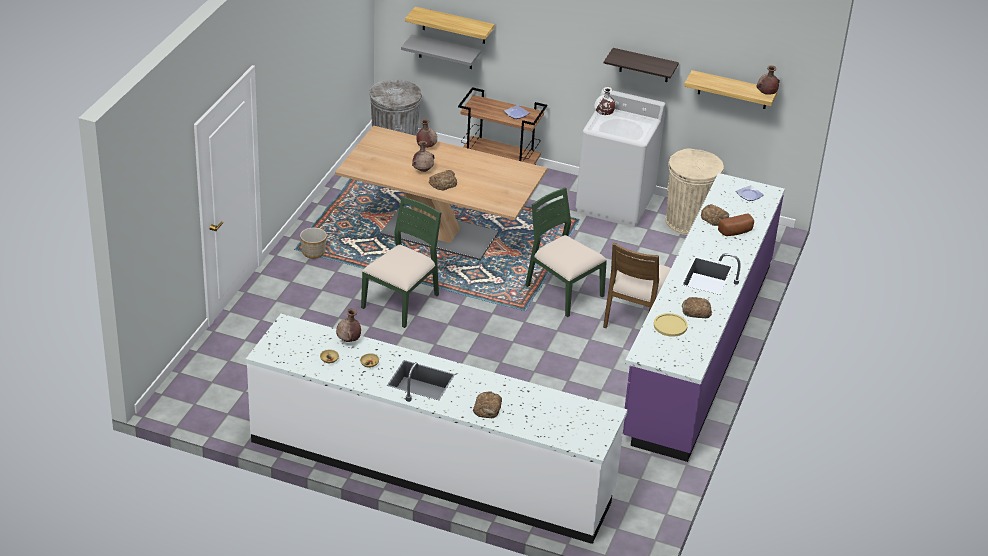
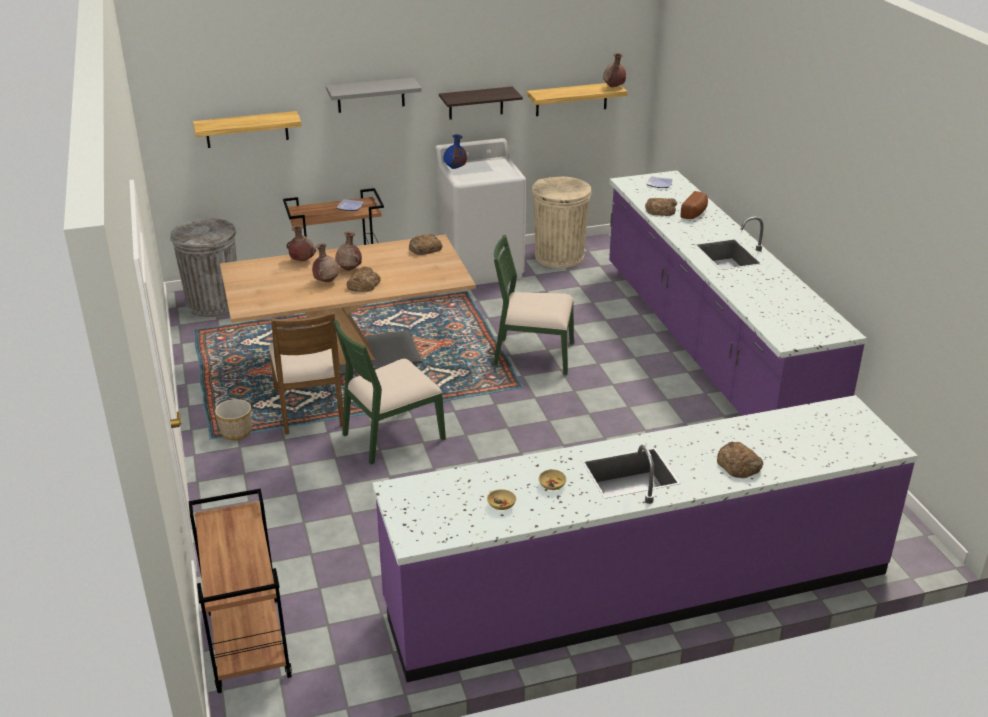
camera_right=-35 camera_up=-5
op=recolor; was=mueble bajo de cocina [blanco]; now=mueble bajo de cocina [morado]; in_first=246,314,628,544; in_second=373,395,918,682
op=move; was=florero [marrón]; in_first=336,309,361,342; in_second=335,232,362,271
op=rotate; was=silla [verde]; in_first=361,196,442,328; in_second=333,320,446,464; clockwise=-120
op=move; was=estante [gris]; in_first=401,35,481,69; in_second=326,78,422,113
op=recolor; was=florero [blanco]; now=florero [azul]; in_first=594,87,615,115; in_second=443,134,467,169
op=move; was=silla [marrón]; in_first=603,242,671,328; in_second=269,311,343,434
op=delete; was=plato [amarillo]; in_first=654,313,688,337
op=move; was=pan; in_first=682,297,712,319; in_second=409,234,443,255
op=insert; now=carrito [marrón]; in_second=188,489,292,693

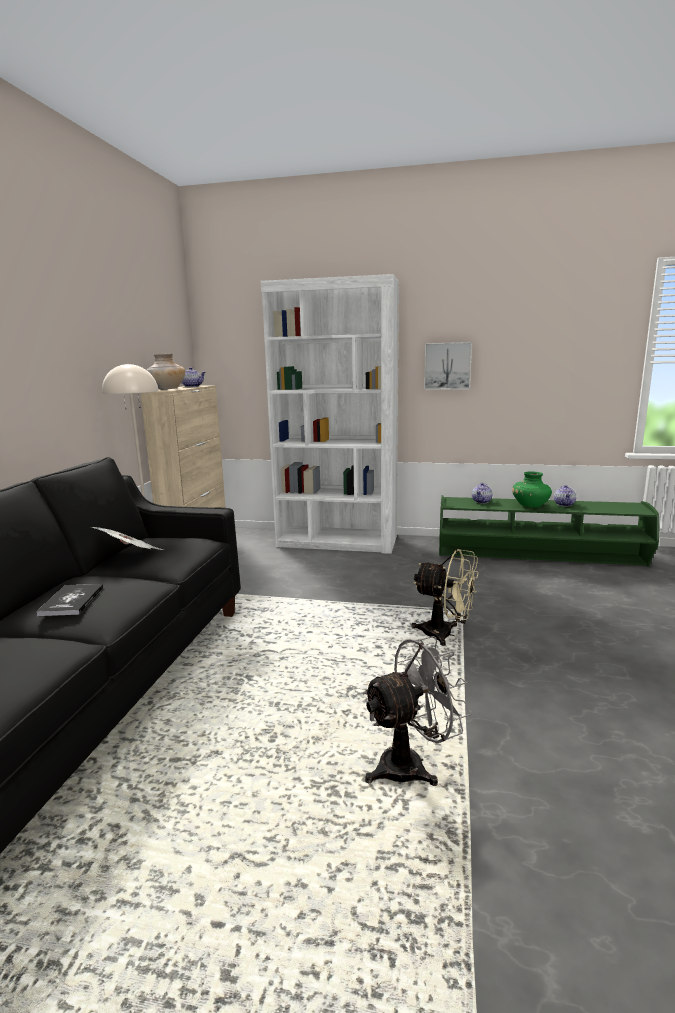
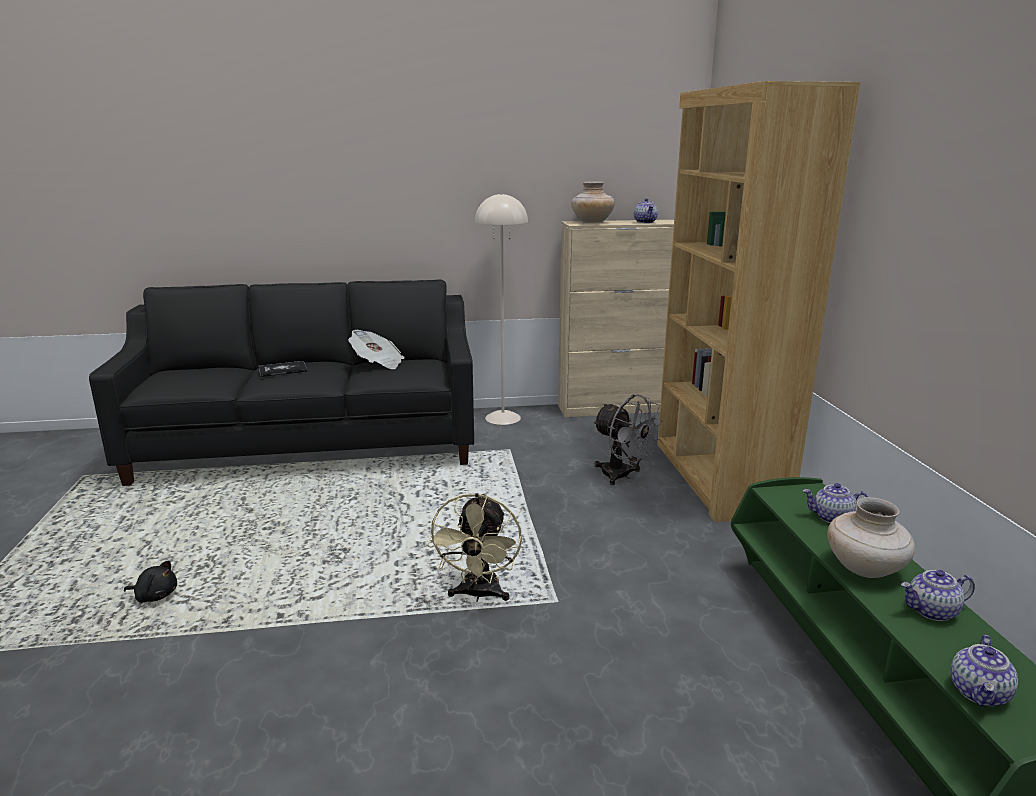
camera_right=70 camera_up=5
op=recolor; was=estantería [blanco]; now=estantería [marrón]; in_first=261,274,399,554; in_second=657,81,861,522
op=move; was=ventilador [gris]; in_first=362,636,472,786; in_second=593,395,662,485
op=delete; was=cuadro; in_first=424,342,472,390
op=recolor; was=florero [verde]; now=florero [beis]; in_first=512,471,552,508; in_second=827,497,915,578
op=insert; now=peluche [negro]; in_second=124,561,177,603
op=insert; now=tetera; in_second=950,635,1018,706

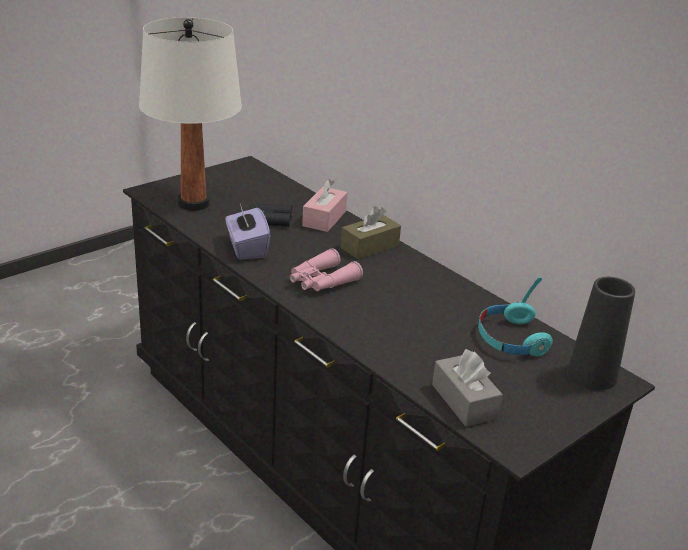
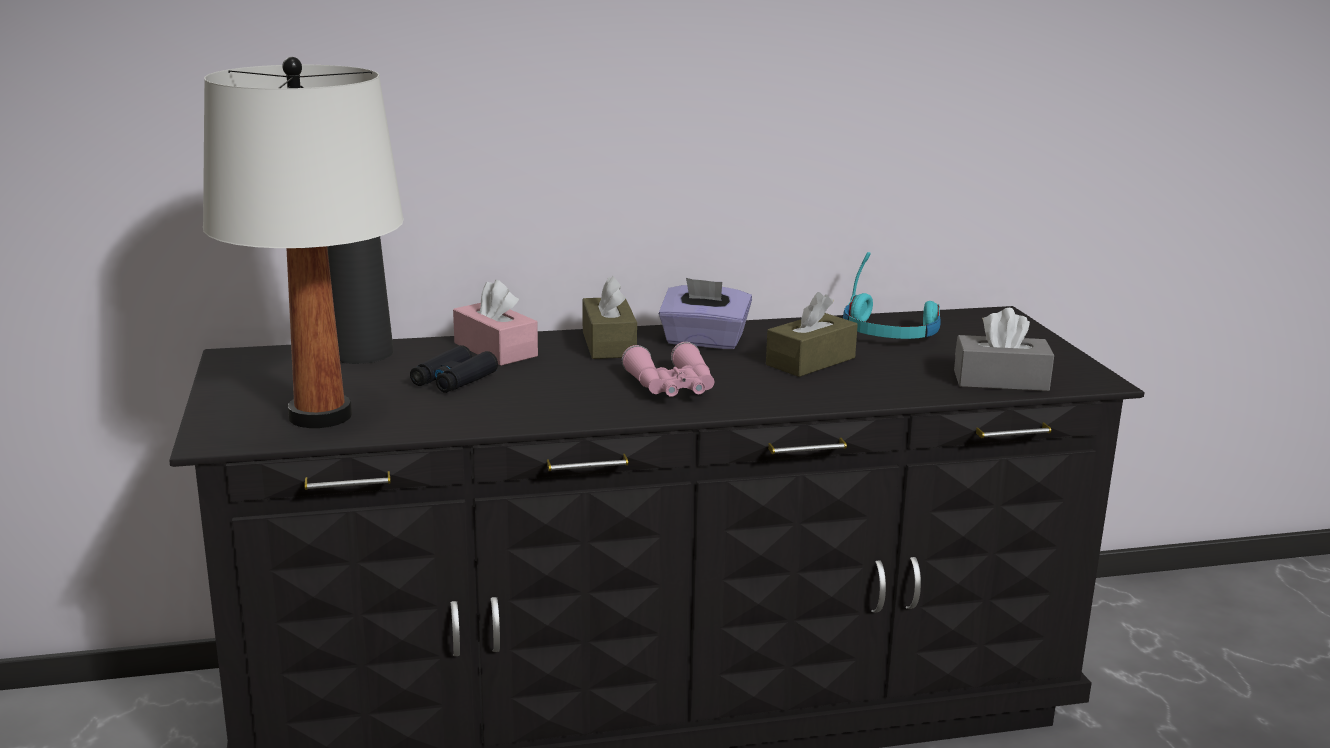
camera_right=-60 camera_up=-10
op=move; was=caja de pañuelos [morado]; in_first=225,204,270,260; in_second=659,278,752,349
op=move; was=florero [negro]; in_first=567,277,635,390; in_second=327,236,393,364
op=insert; now=caja de pañuelos [marrón]; in_second=766,292,858,377

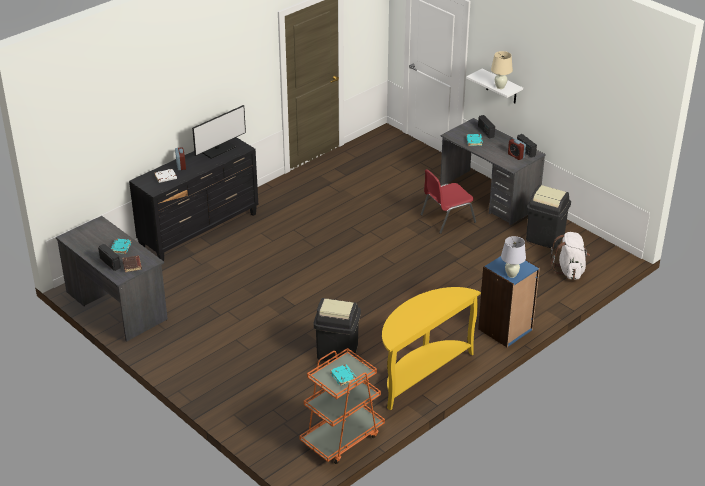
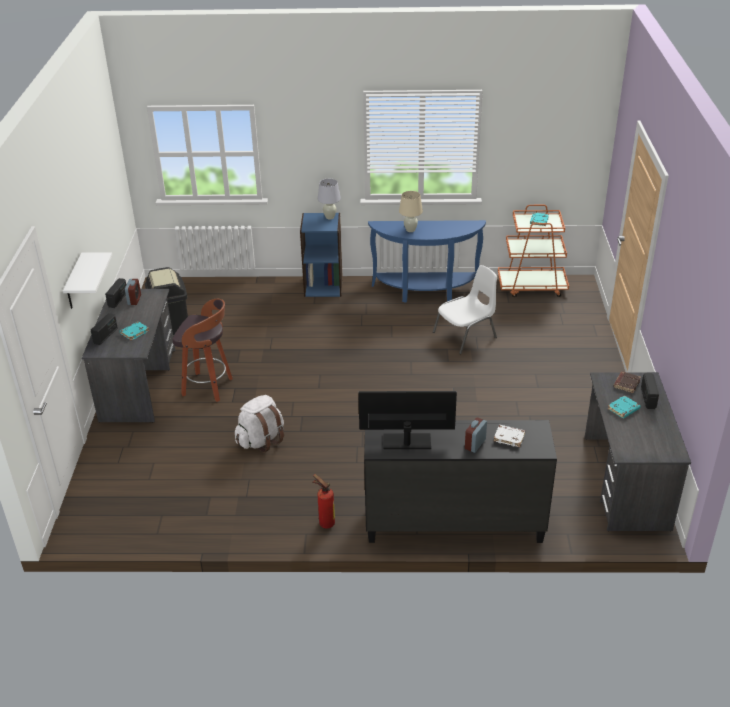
camera_right=-135 camera_up=0
op=replace; was=papelera [negro]; now=silla [blanco]; in_first=314,298,361,362; in_second=433,265,497,354
op=recolor; was=mesa consola [amarillo]; now=mesa consola [azul]; in_first=382,287,481,411; in_second=368,220,486,303
op=replace; was=silla [rojo]; now=taburete; in_first=420,169,476,234; in_second=172,299,233,402
op=move; was=lámpara de mesa [beis]; in_first=491,51,513,89; in_second=399,191,423,232
op=move; was=mochila [blanco]; in_first=550,232,590,280; in_second=235,395,284,453
op=insert; now=extintor; in_second=312,474,335,529

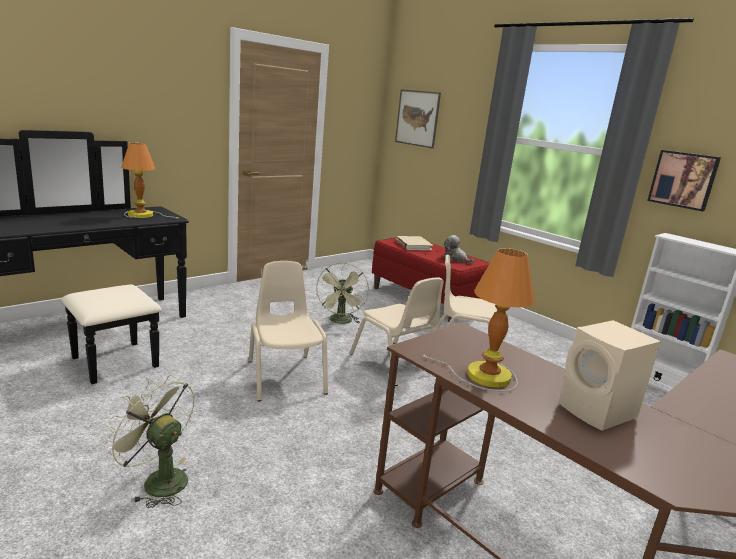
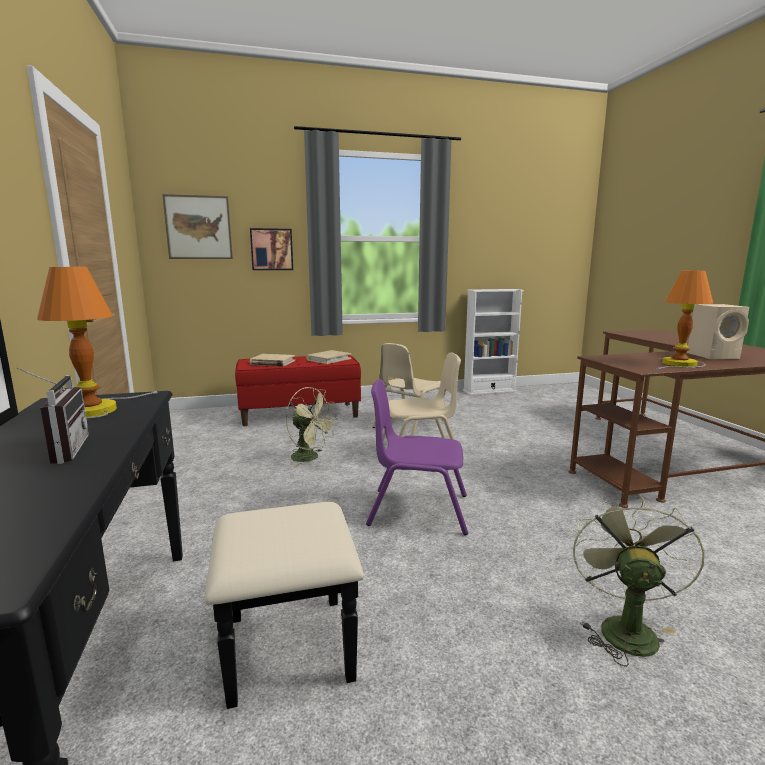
camera_right=-60 camera_up=-5
op=rotate; was=ventilador [verde]; in_first=104,375,194,508; in_second=573,496,705,667; clockwise=135
op=recolor; was=silla [beis]; now=silla [morado]; in_first=249,261,328,401; in_second=366,379,468,535
op=replace; was=peluche; now=libro [beis]; in_first=442,235,474,264; in_second=306,350,352,364
op=move; was=cuadro; in_first=647,150,721,211; in_second=250,228,293,270
op=insert; now=radio; in_second=16,368,89,464

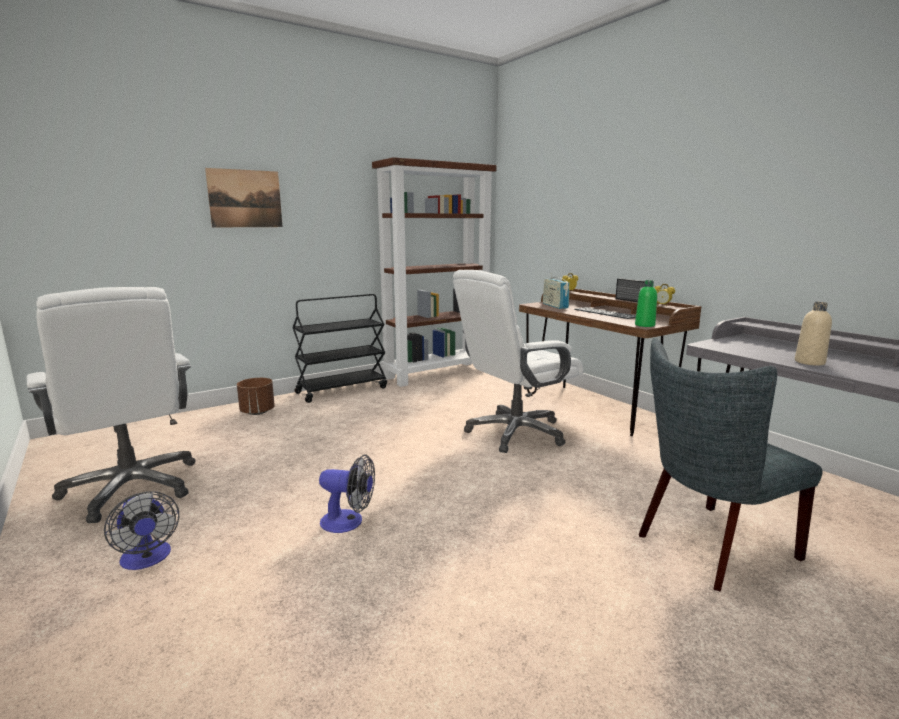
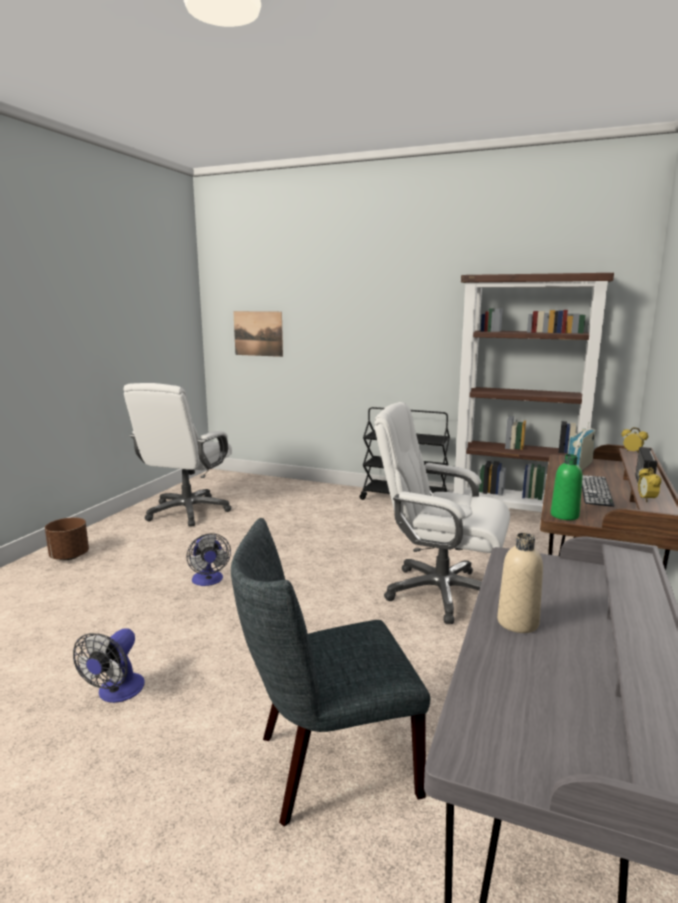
camera_right=55 camera_up=0
op=move; was=ventilador; in_first=104,491,179,570; in_second=73,628,145,703
op=move; was=cuadro; in_first=205,168,283,227; in_second=233,311,283,357
op=move; was=maceta [marrón]; in_first=237,378,275,415; in_second=45,518,89,560
op=rotate; was=silla [gris]; in_first=639,338,823,592; in_second=231,518,430,827; clockwise=-45

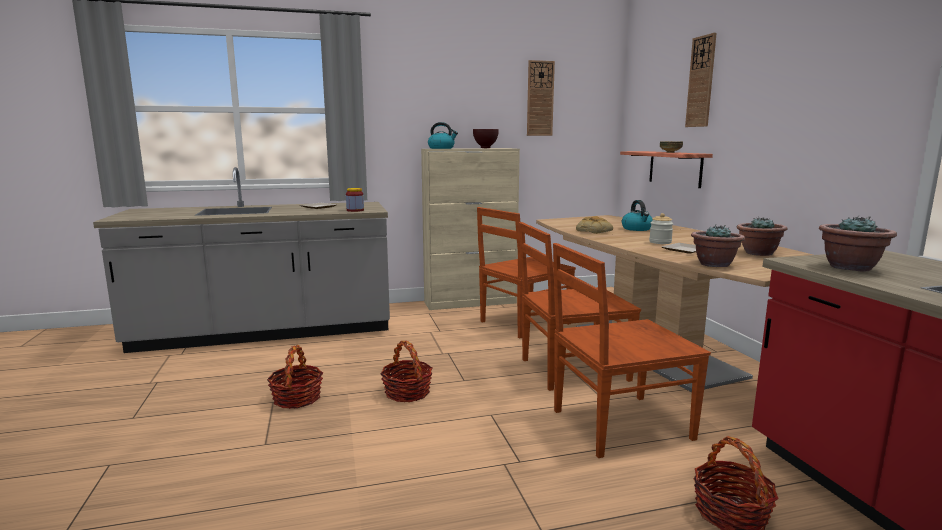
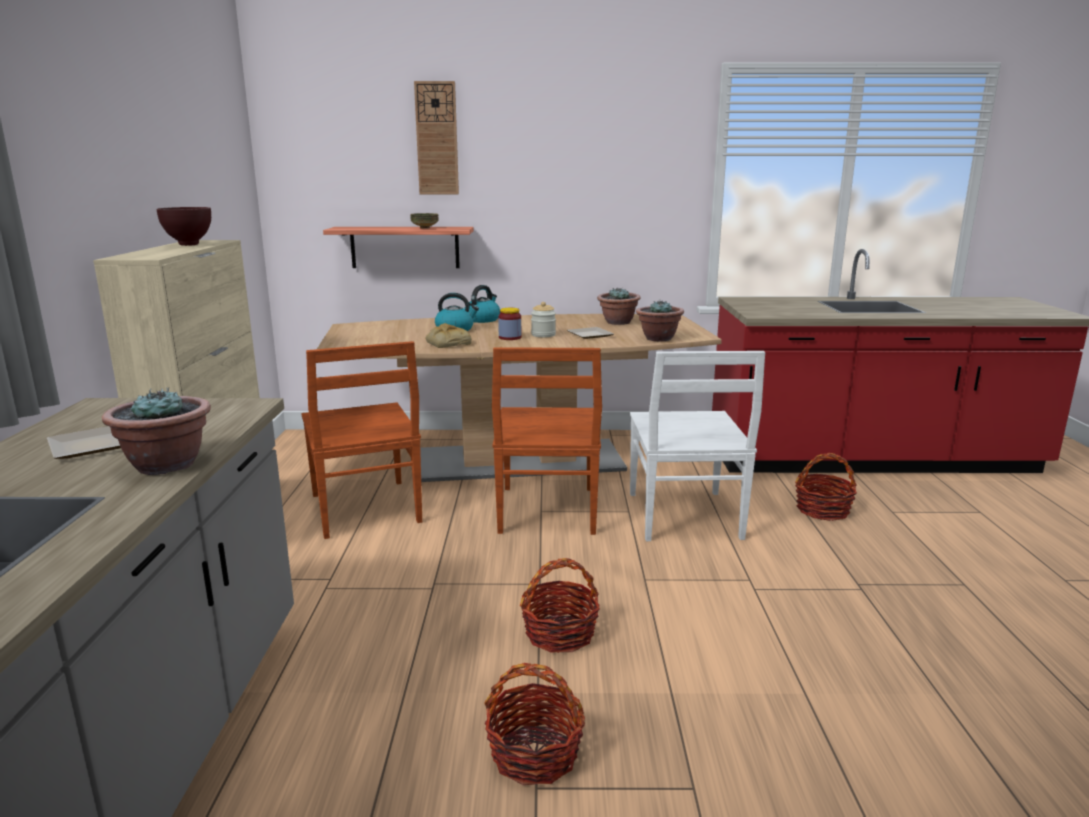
camera_right=-75 camera_up=5
op=move; was=tarro; in_first=346,188,364,212; in_second=498,308,521,340
op=move; was=hervidor; in_first=428,122,458,149; in_second=464,285,500,323
op=delete; was=reloj de pared; in_first=527,60,555,136
op=recolor; was=silla [marrón]; now=silla [blanco]; in_first=553,243,711,458; in_second=630,351,766,541
op=move; was=planta en maceta; in_first=819,216,897,272; in_second=102,388,211,475

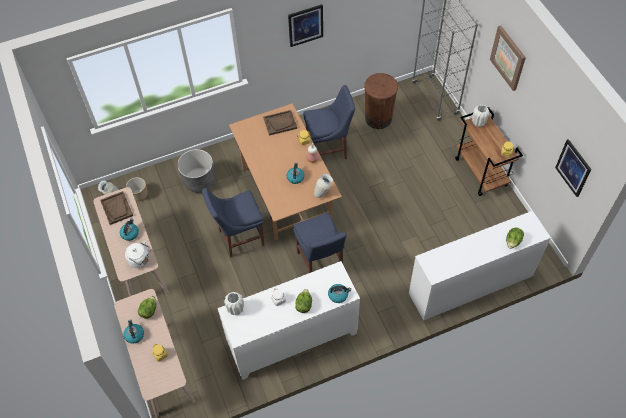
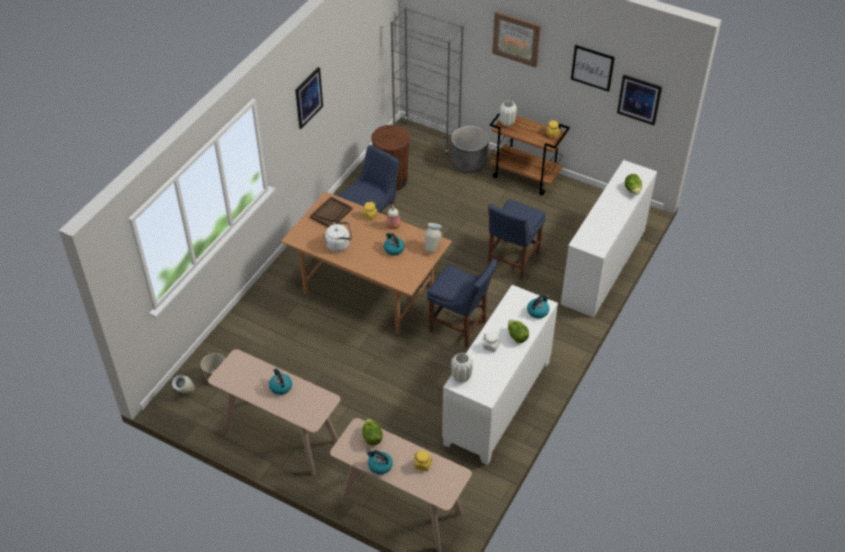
camera_right=-40 camera_up=-10
op=delete; was=bandeja [marrón]; in_first=100,191,133,225
op=move; was=hervidor [blanco]; in_first=125,240,151,268; in_second=325,222,352,252
op=move; was=maceta [gris]; in_first=177,149,215,193; in_second=451,126,489,173
op=move; was=silla [azul]; in_first=202,188,265,258; in_second=488,199,546,280
op=insert; now=cuadro; in_second=571,45,615,92

